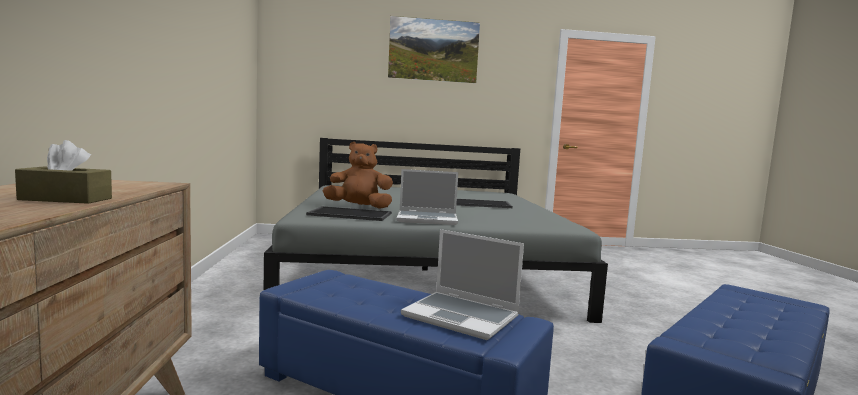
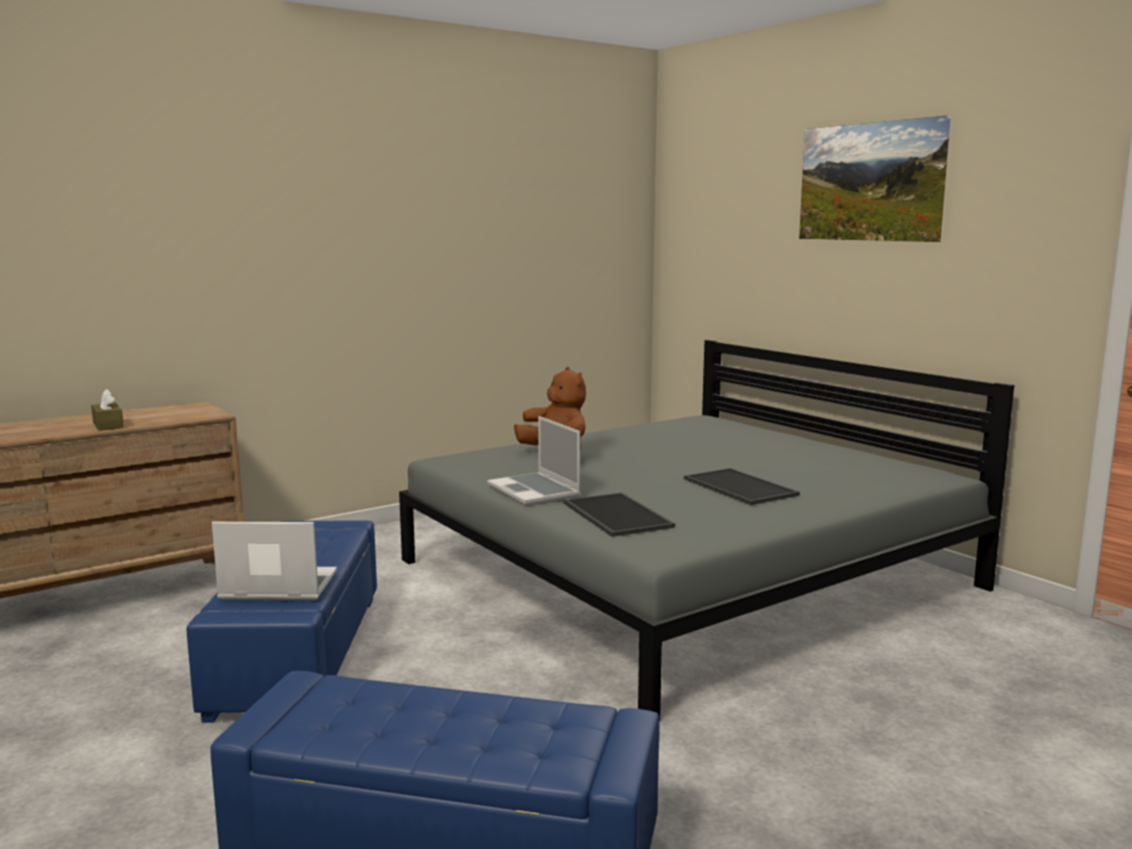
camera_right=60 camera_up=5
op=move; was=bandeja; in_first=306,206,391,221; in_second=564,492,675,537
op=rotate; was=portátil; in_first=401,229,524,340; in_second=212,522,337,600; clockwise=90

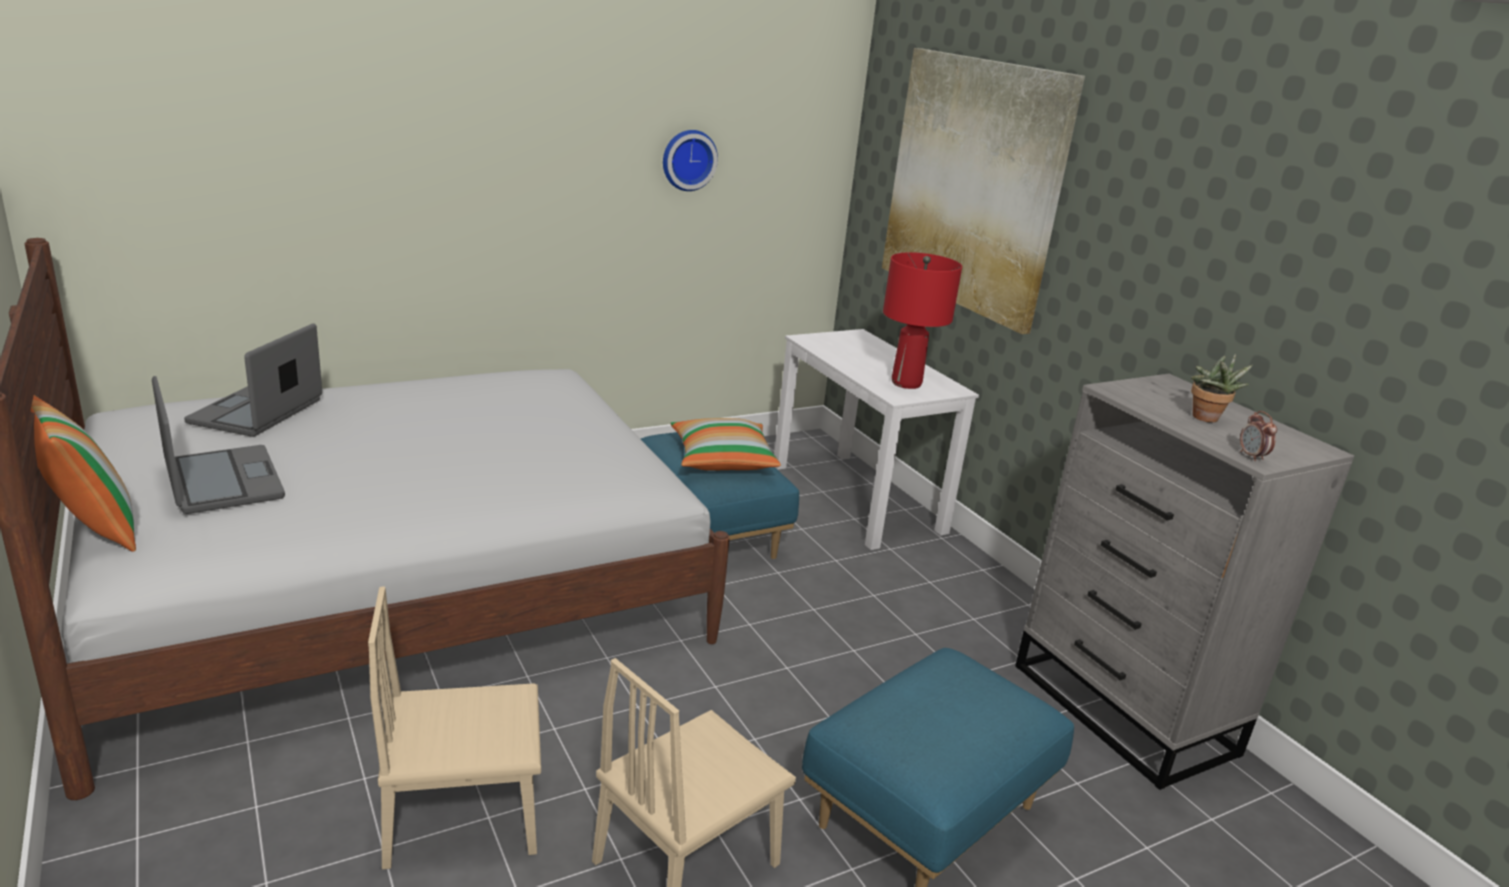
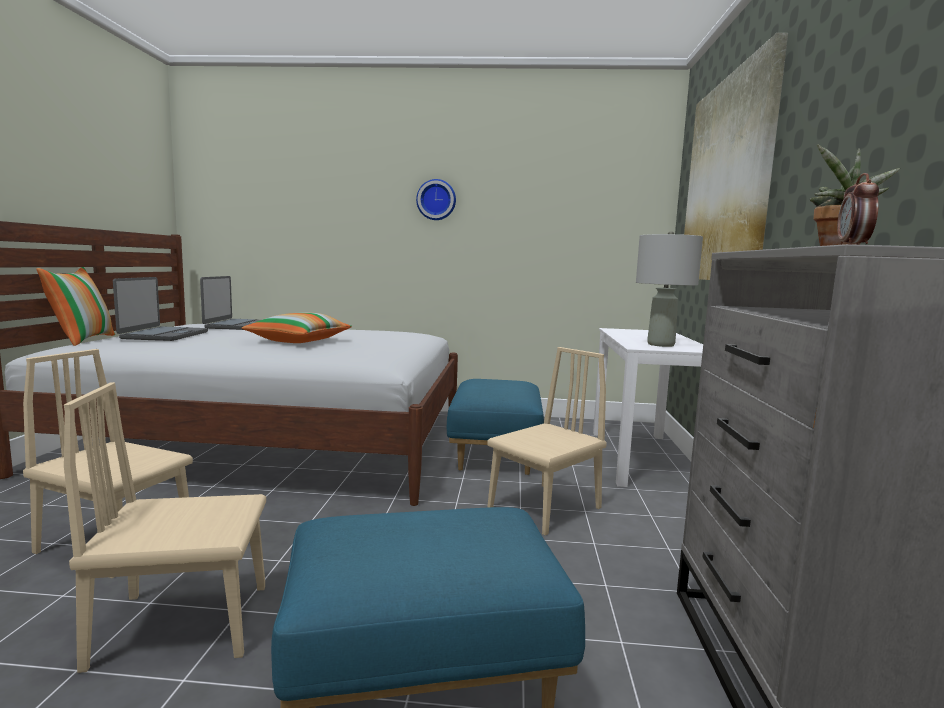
camera_right=35 camera_up=-15
op=rotate; was=portátil; in_first=184,323,322,437; in_second=200,276,260,330; clockwise=135
op=move; was=reloj de pared; in_first=663,130,718,191; in_second=416,179,456,220
op=move; was=cojín; in_first=670,418,781,471; in_second=242,312,352,343
op=recolor; was=lámpara de mesa [rojo]; now=lámpara de mesa [gris]; in_first=883,252,962,389; in_second=636,231,703,347
op=insert; now=silla [beis]; in_second=487,347,607,536

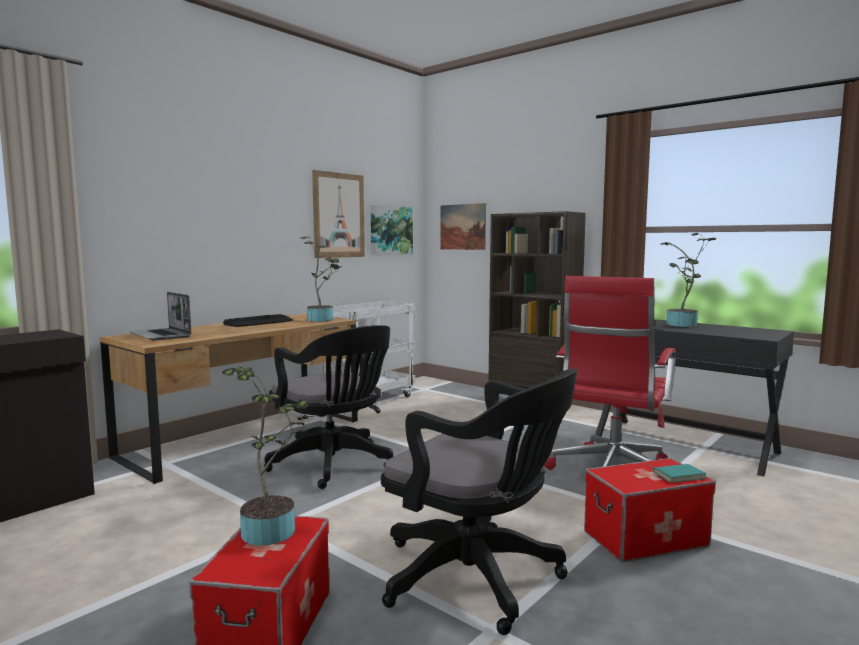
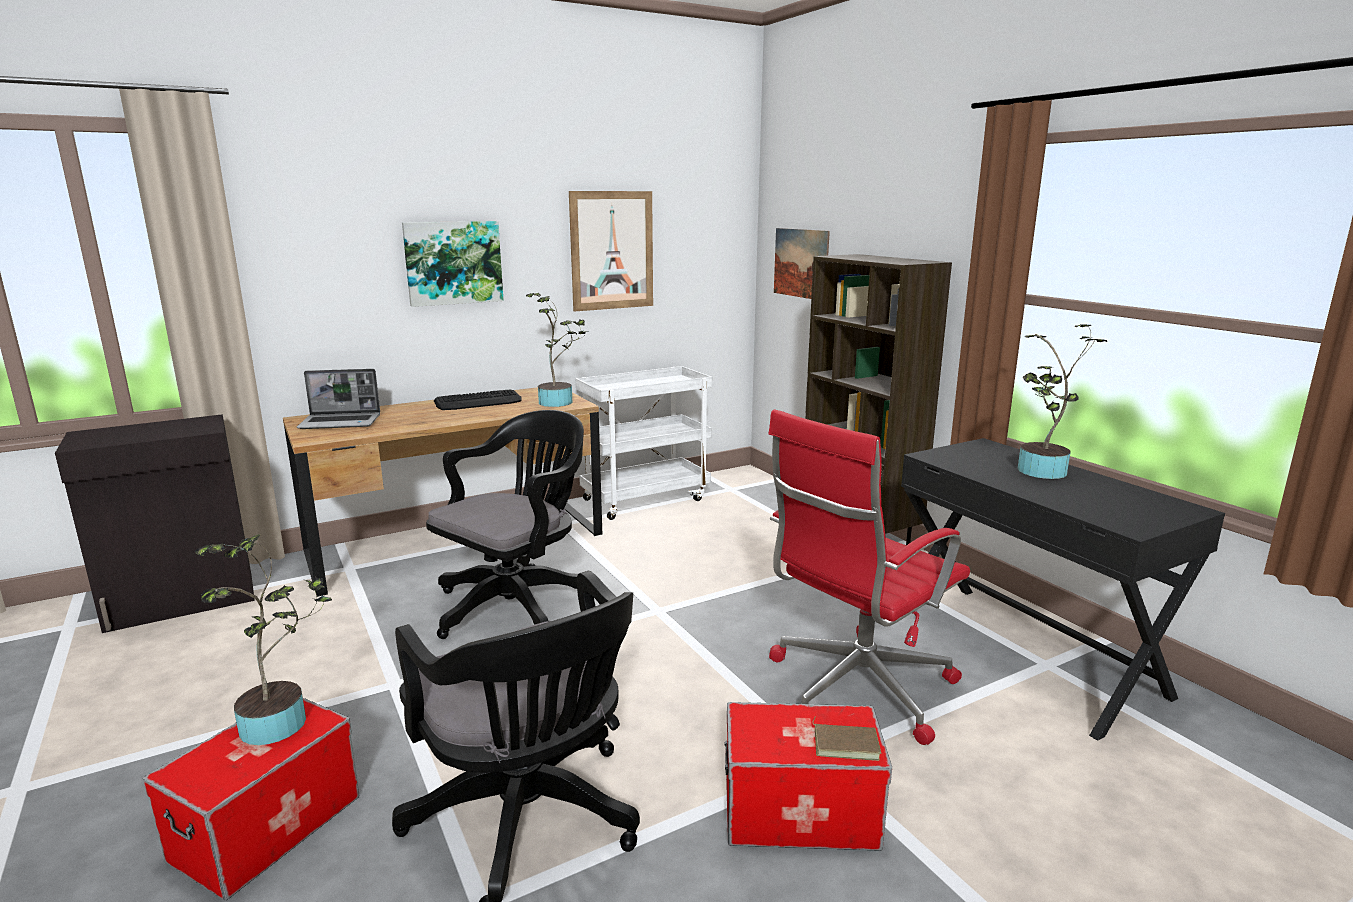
camera_right=20 camera_up=10
op=rotate; was=portátil; in_first=130,292,191,341; in_second=297,369,380,429; clockwise=-75
op=rotate; was=silla de oficina [negro]; in_first=264,325,393,489; in_second=426,410,584,639; clockwise=-120
op=move; was=cuadro; in_first=371,205,413,255; in_second=402,221,504,307
op=recolor; was=libro [turquesa]; now=libro [marrón]; in_first=650,464,707,483; in_second=812,716,881,761

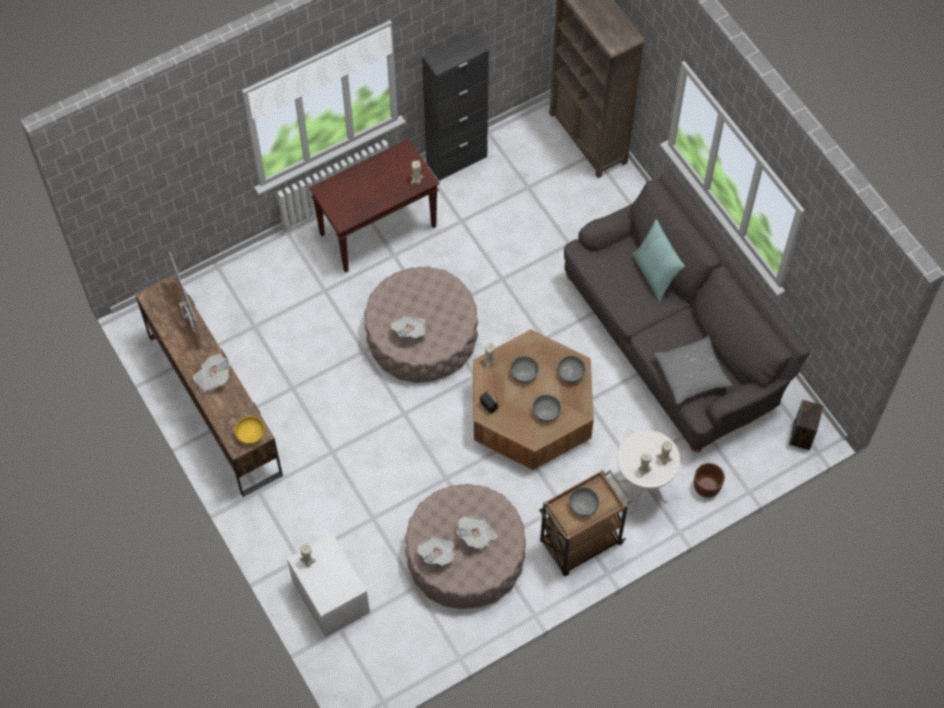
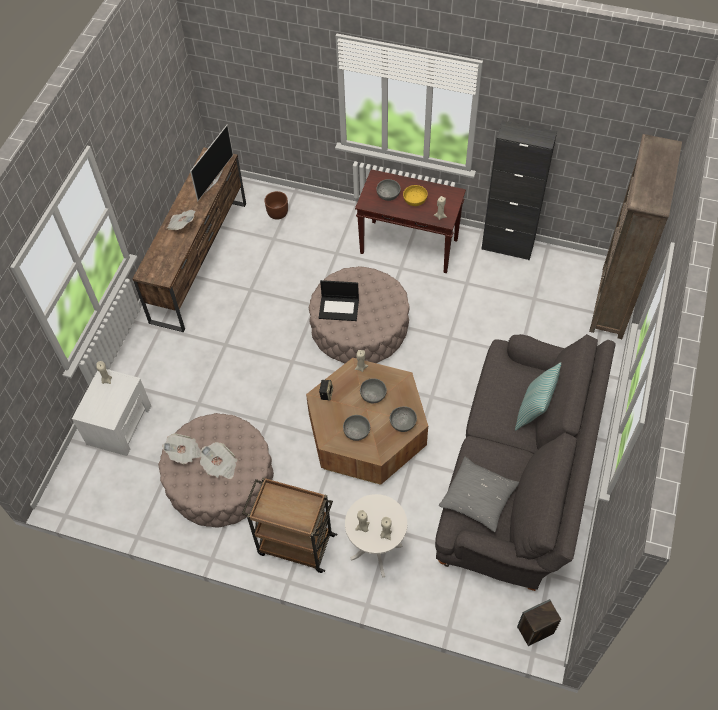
camera_right=50 camera_up=-5
op=move; was=cuenco [amarillo]; in_first=235,416,265,445; in_second=403,185,428,206
op=replace; was=periódico; now=portátil; in_first=391,315,426,338; in_second=319,280,359,321
op=move; was=cuenco [gris]; in_first=569,487,600,517; in_second=376,179,401,201
op=move; was=maceta [marrón]; in_first=694,463,725,498; in_second=264,191,288,220

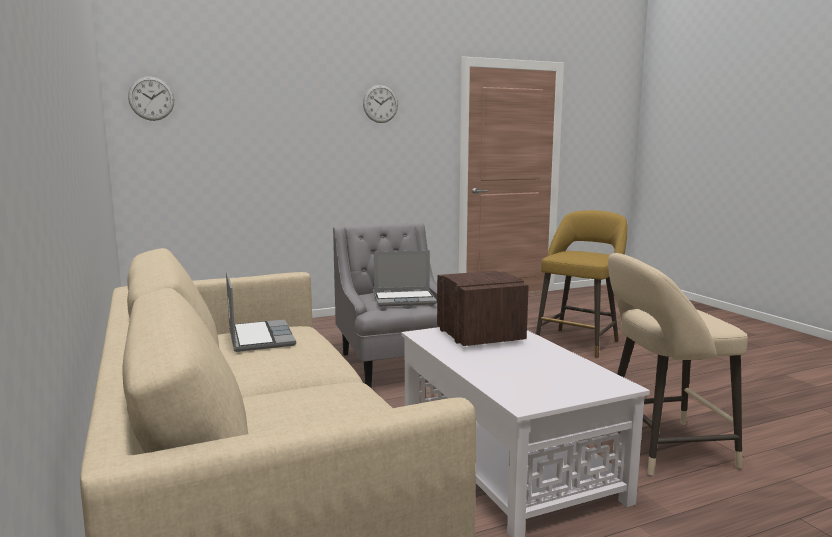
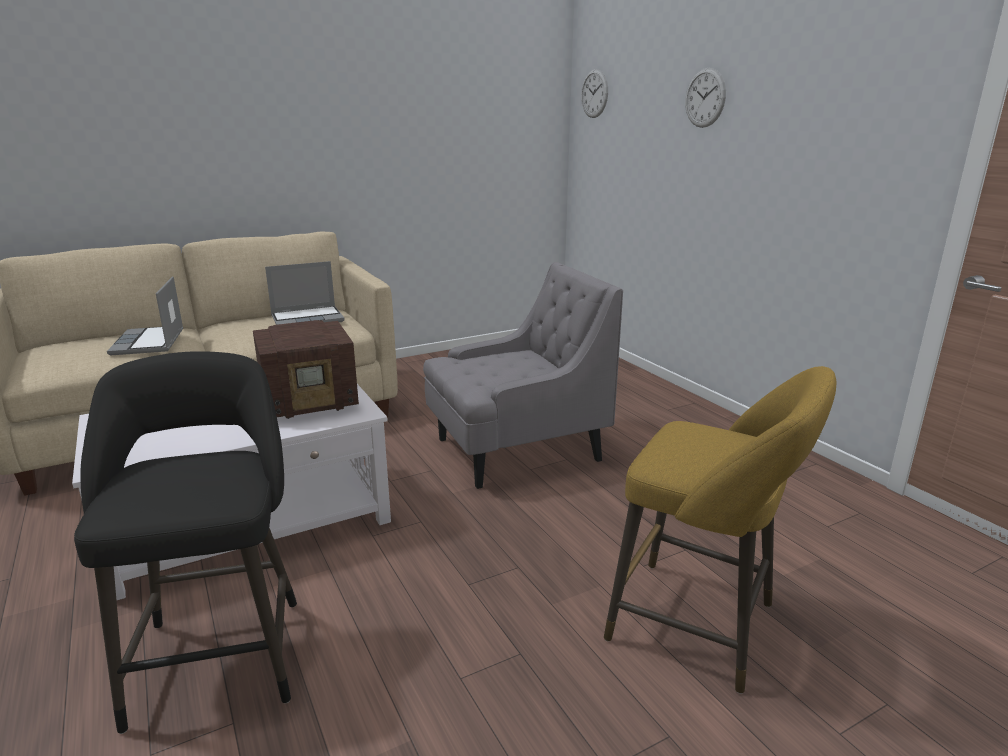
camera_right=85 camera_up=10
op=move; was=reloj de pared; in_first=363,85,398,123; in_second=685,68,726,128
op=move; was=portátil; in_first=374,250,437,307; in_second=107,277,183,355
op=recolor; was=taburete [beis]; now=taburete [negro]; in_first=608,253,748,476; in_second=74,351,297,734

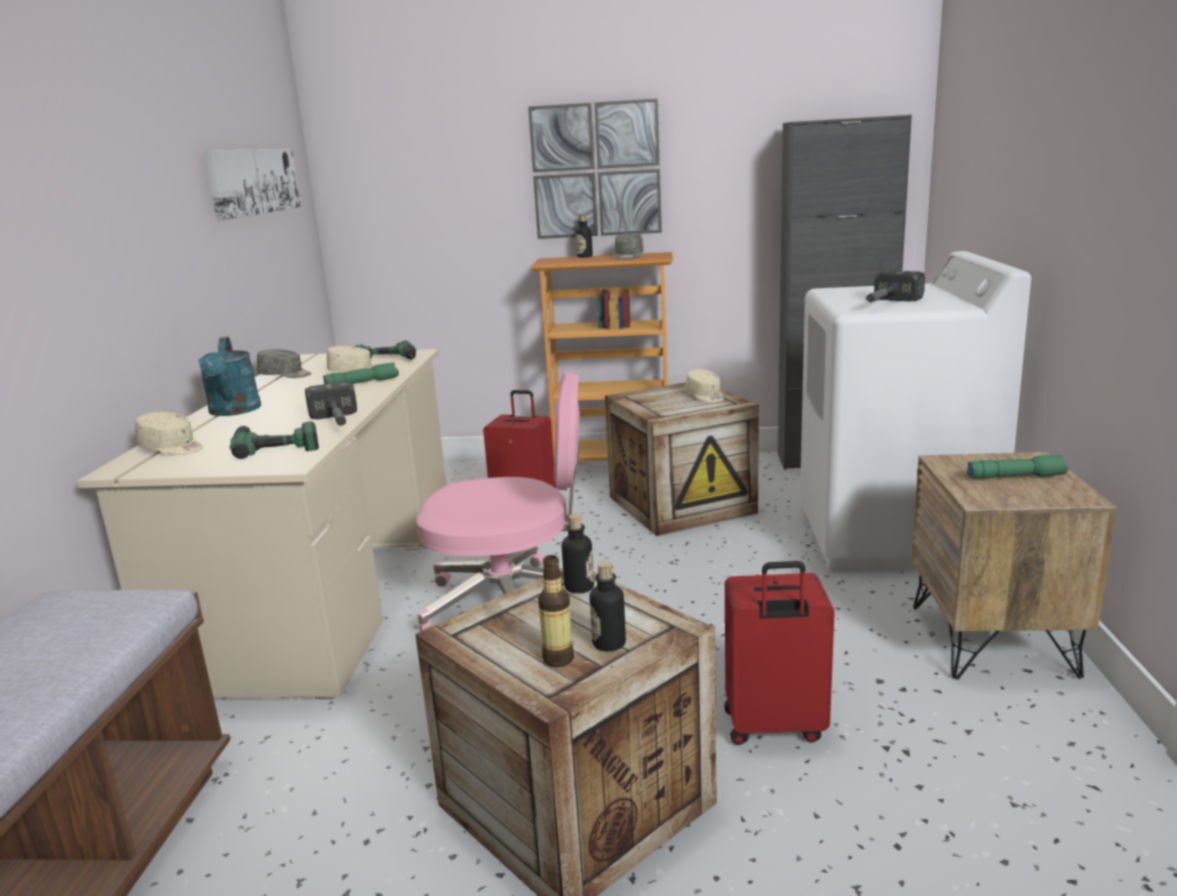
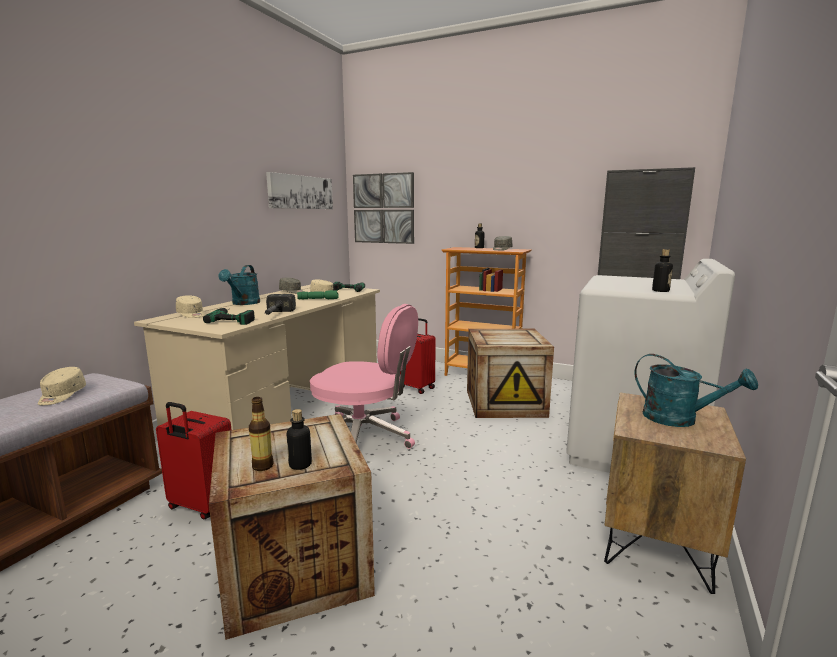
camera_right=20 camera_up=-5
op=move; was=cuadro; in_first=528,98,662,239; in_second=353,172,414,244
op=move; was=botella; in_first=562,514,594,593; in_second=652,249,673,292
op=move; was=gorra [beis]; in_first=685,369,724,403; in_second=38,367,86,405
op=move; was=maleta [rojo]; in_first=724,561,835,745; in_second=156,402,231,520
op=delete; was=martillo; in_first=865,270,925,302
op=replace; was=linterna [verde]; now=regadera [turquesa]; in_first=967,455,1068,479; in_second=635,354,758,427

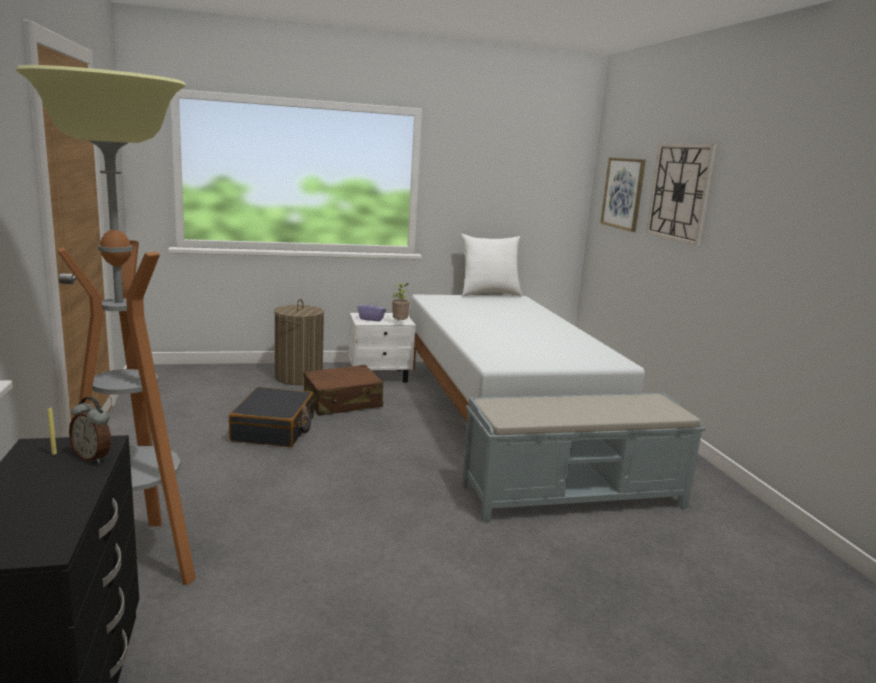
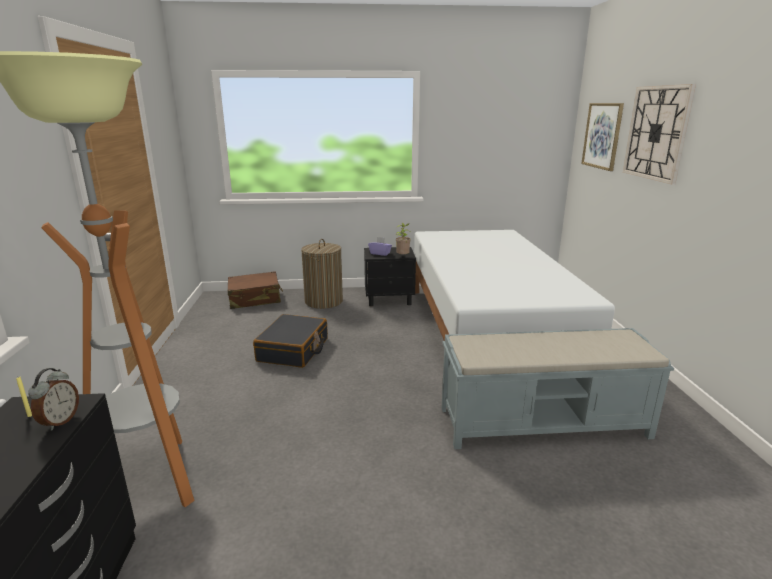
camera_right=10 camera_up=5
op=rotate; was=despertador; in_first=69,397,111,464; in_second=28,368,79,431; clockwise=-120
op=move; was=maleta [marrón]; in_first=304,365,383,416; in_second=228,271,283,309
op=recolor; was=mesita de noche [blanco]; now=mesita de noche [negro]; in_first=349,313,416,383; in_second=364,247,416,307
op=delete; was=cojín [blanco]; in_first=461,234,523,297

